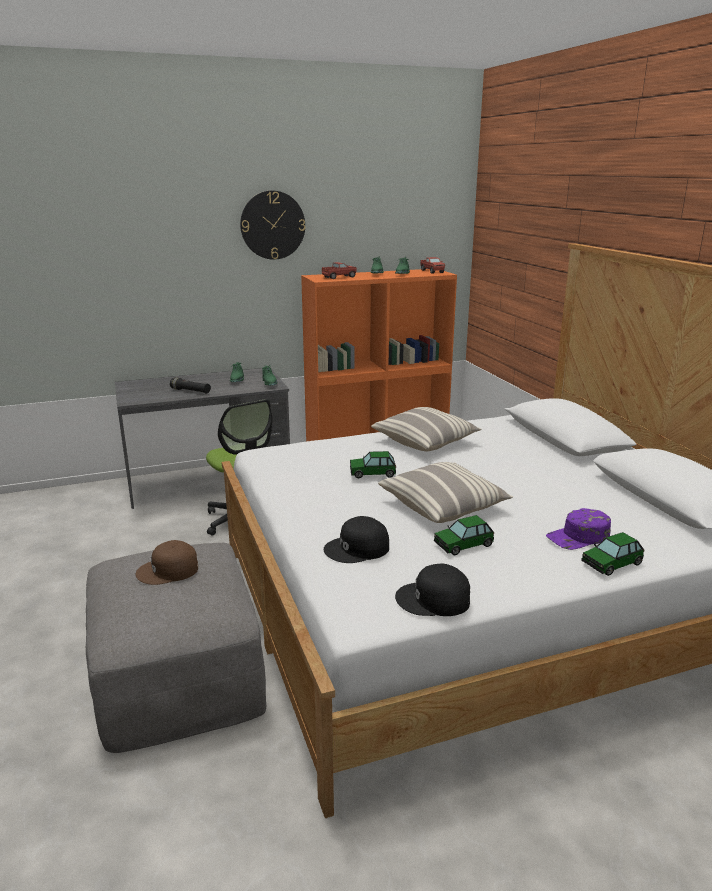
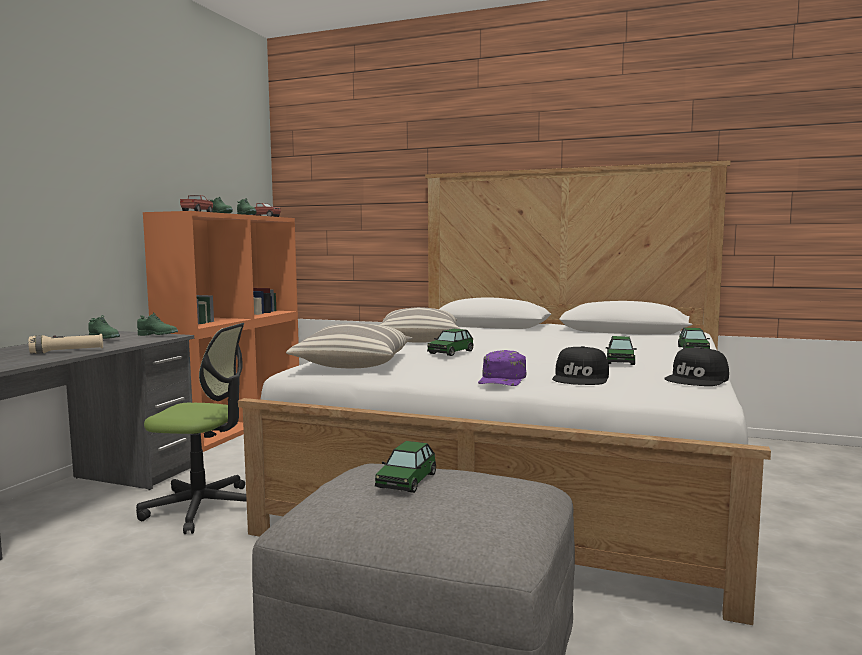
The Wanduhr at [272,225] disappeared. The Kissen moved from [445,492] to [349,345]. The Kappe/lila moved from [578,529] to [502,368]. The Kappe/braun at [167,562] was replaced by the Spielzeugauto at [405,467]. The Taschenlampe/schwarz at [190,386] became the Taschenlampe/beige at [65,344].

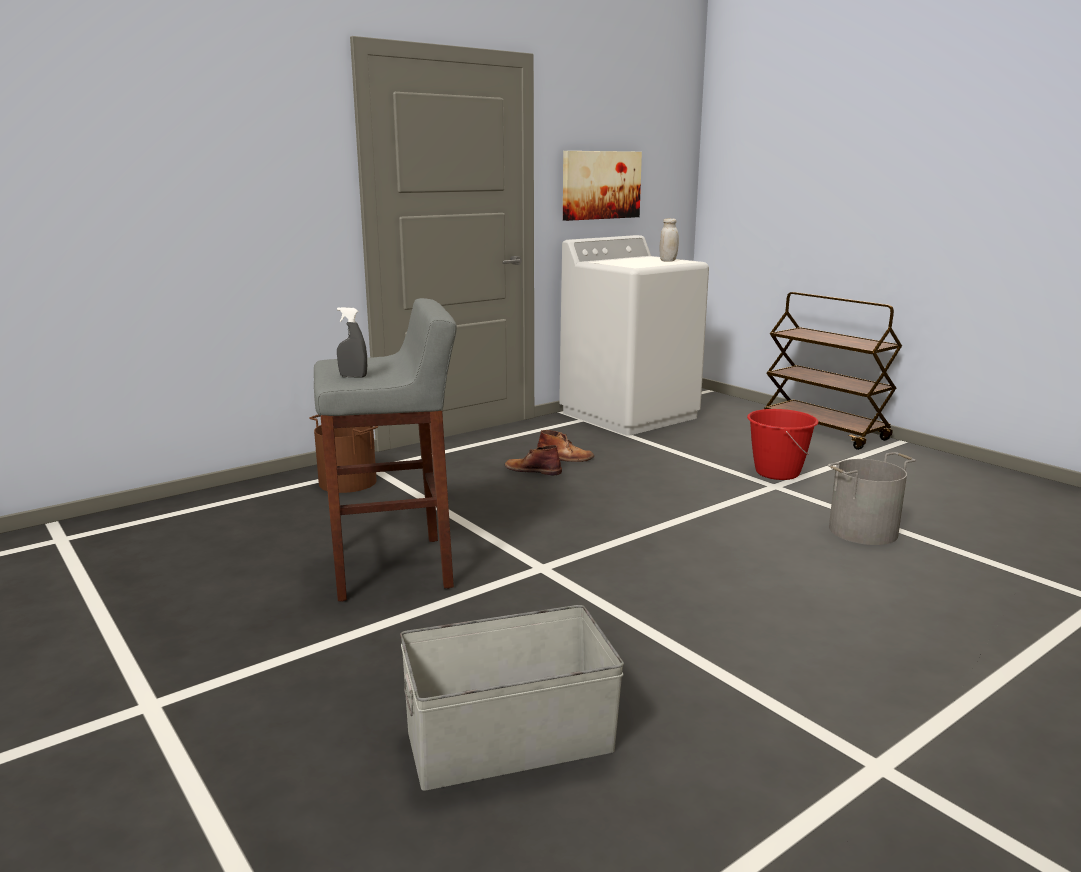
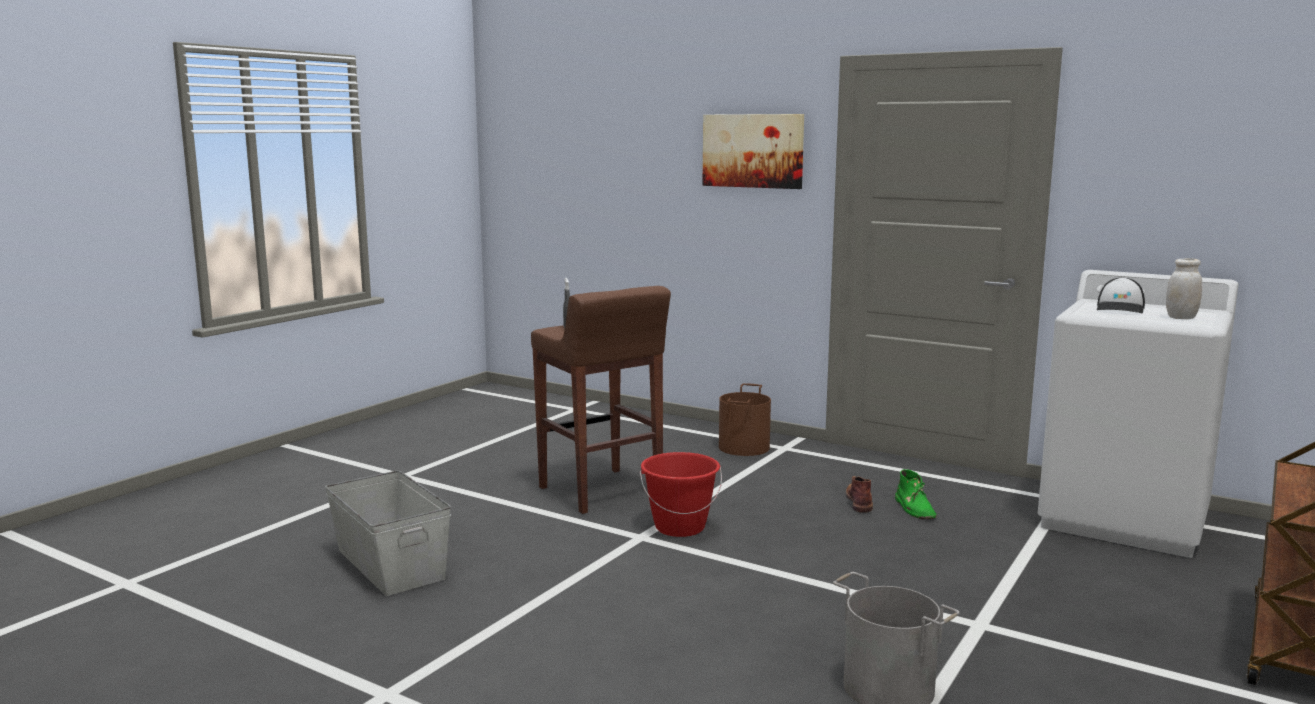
The Kappe at [1121,295] appeared. The Bild moved from [602,186] to [753,151]. The Eimer/rot moved from [782,444] to [681,494]. The Hocker/grau at [385,450] became the Hocker/braun at [601,400]. The Stiefel/braun at [565,446] became the Stiefel/grün at [916,494].

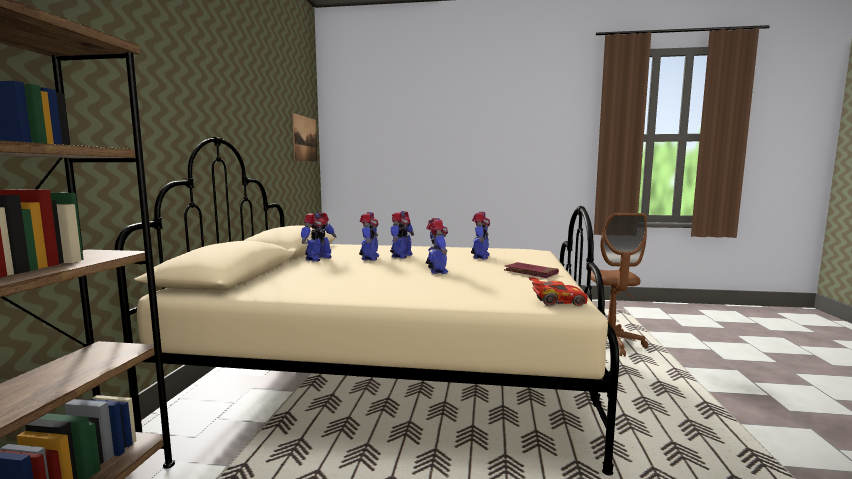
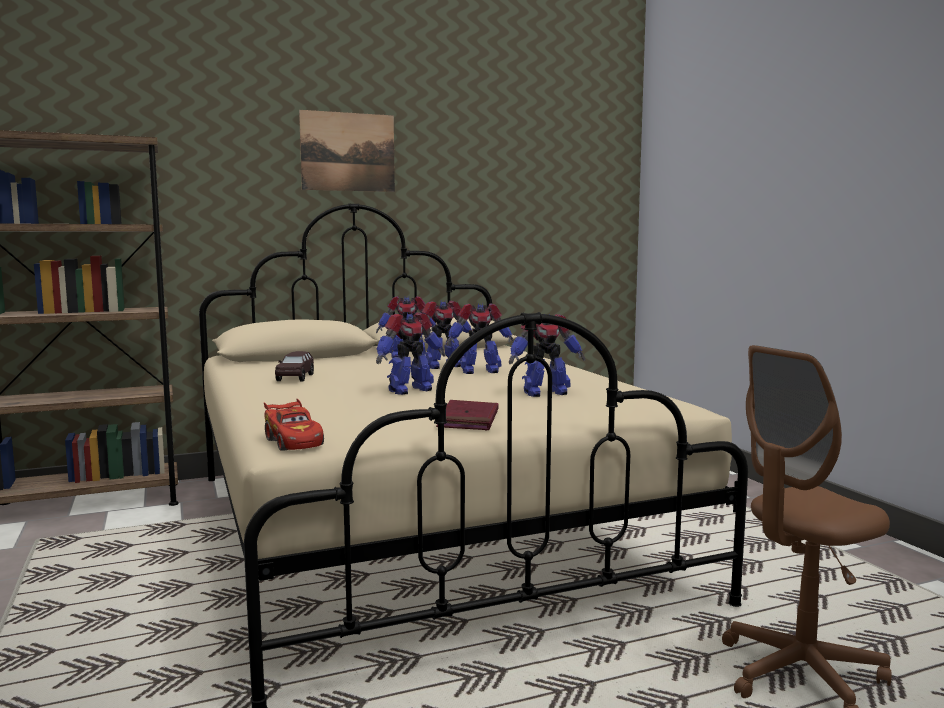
The Spielzeugauto/braun at [294,366] appeared. The Bild moved from [304,137] to [347,151].

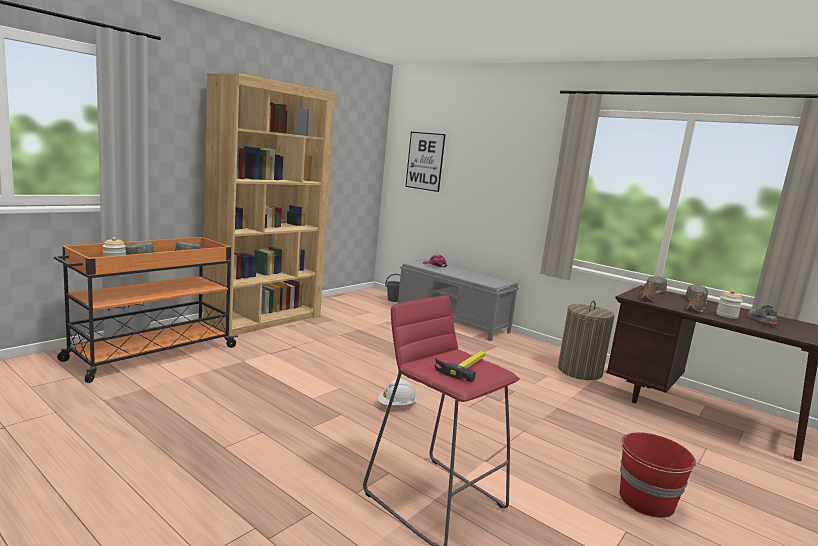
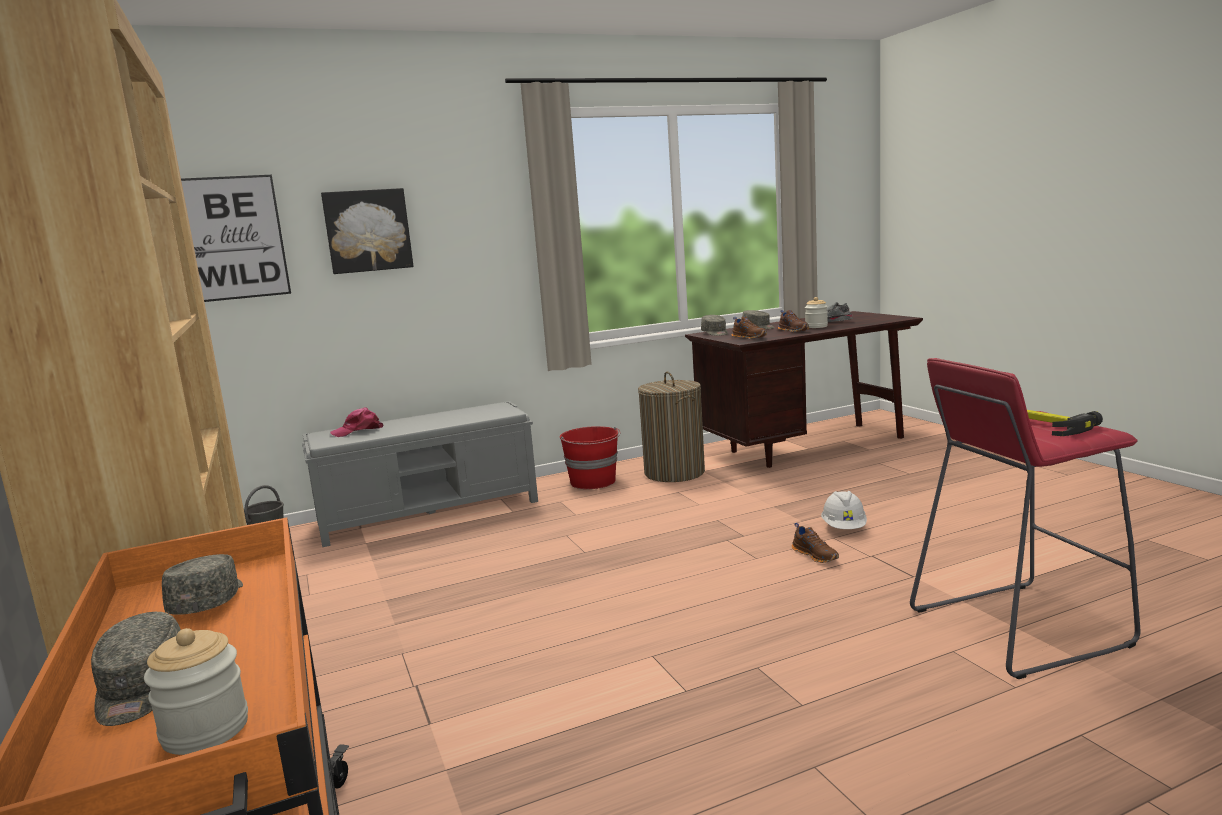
The Bild at [367,231] appeared. The Schuh/braun at [815,543] appeared. The Schutzhelm/weiß moved from [397,392] to [844,510]. The Eimer/rot moved from [657,475] to [590,457].

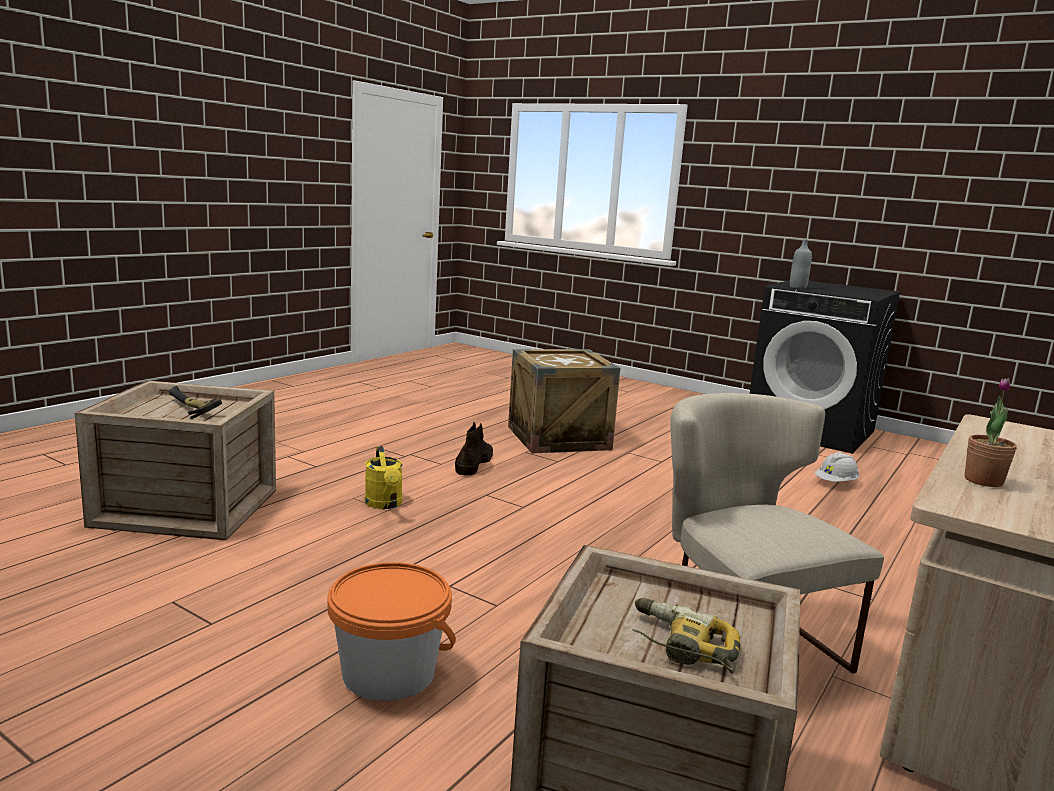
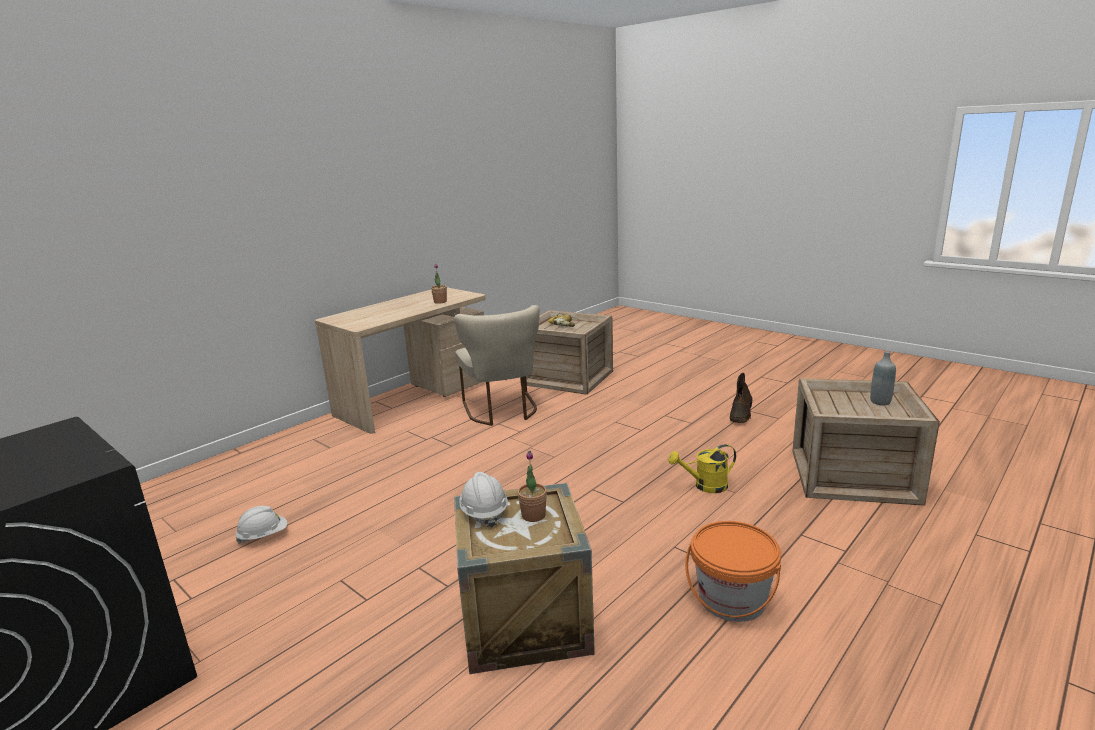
The Hammer at [195,402] disappeared. The Schutzhelm/weiß at [483,500] appeared. The Topfpflanze at [532,486] appeared. The Eimer/orange moved from [391,631] to [733,571]. The Stiefel/braun moved from [474,449] to [741,398]. The Flasche/grau moved from [801,264] to [883,378]. The Gießkanne/gelb at [384,477] turned 90 degrees counterclockwise.

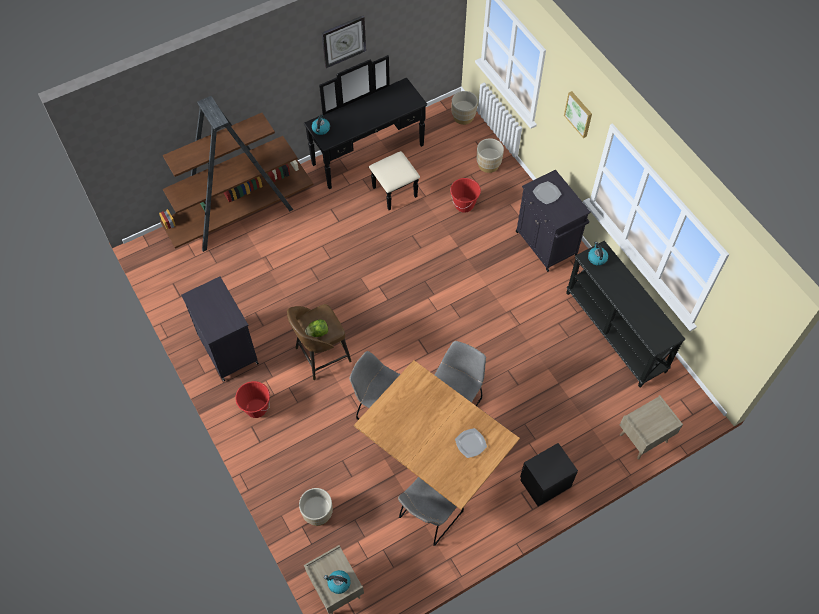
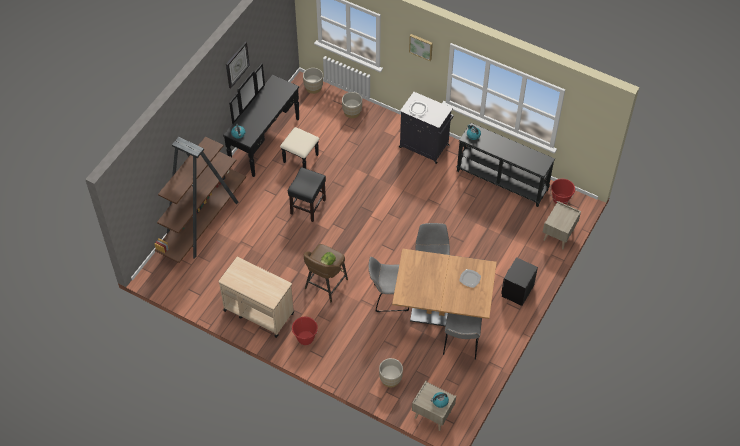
The Hocker/schwarz at [307,194] appeared. The Eimer/rot moved from [465,195] to [562,191]. The Schrank/schwarz at [220,329] was replaced by the Rollwagen/beige at [256,297].

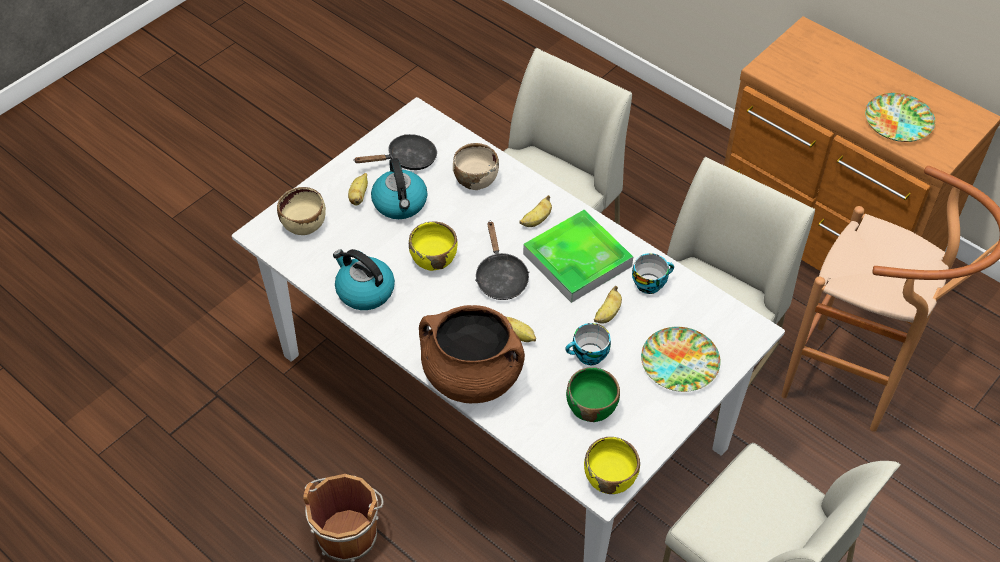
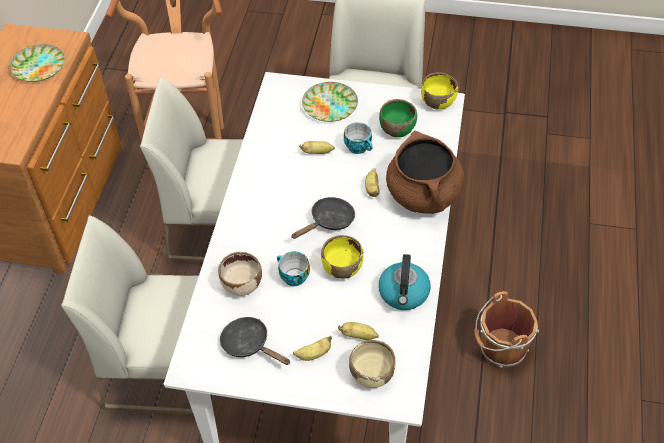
The Wasserkessel at [399,188] disappeared. The Tablett at [578,256] disappeared. The Banane moved from [535,211] to [358,331]. The Tasse moved from [653,273] to [293,268].

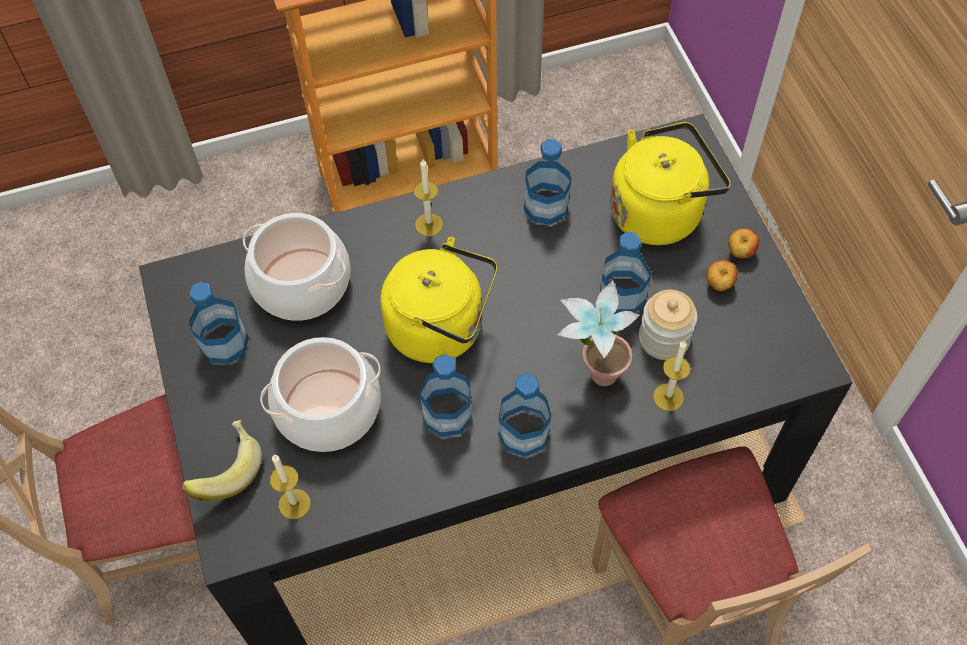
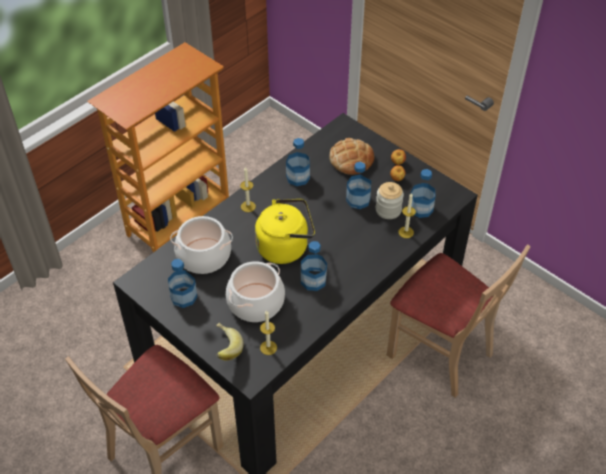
The Topfpflanze at [599,333] disappeared. The Flasche moved from [524,415] to [423,193]. The Wasserkessel/gelb at [670,183] was replaced by the Brot at [351,156].

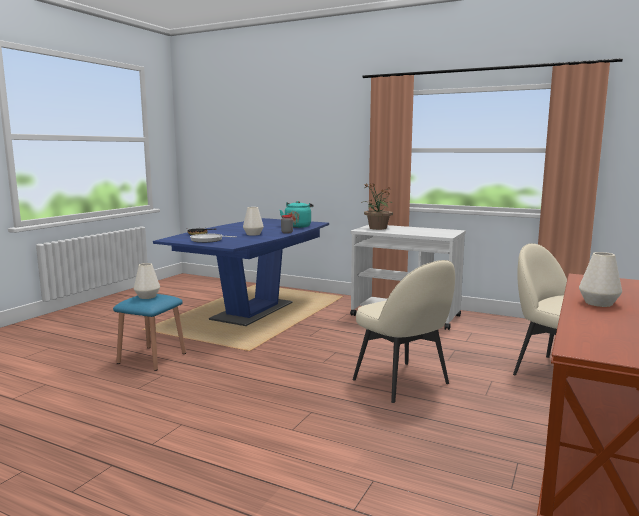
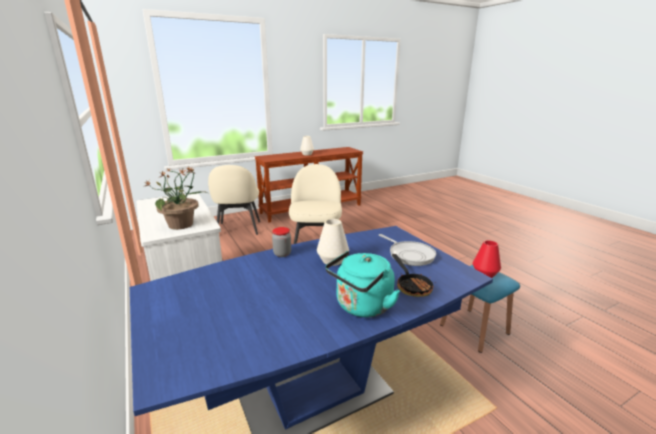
The Wasserkessel/türkis moved from [296,214] to [362,284]. The Vase/weiß at [147,281] became the Vase/rot at [487,259].

